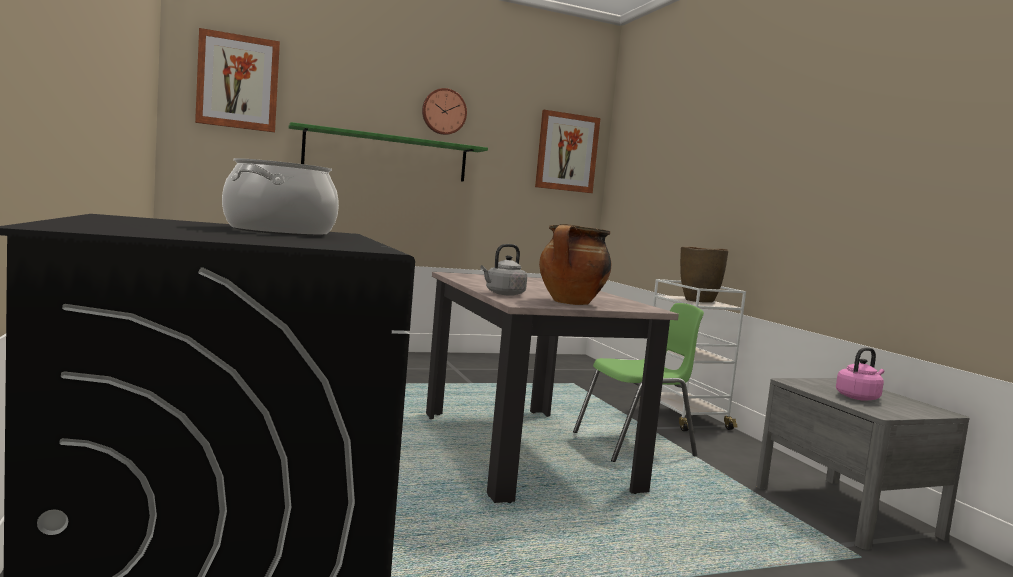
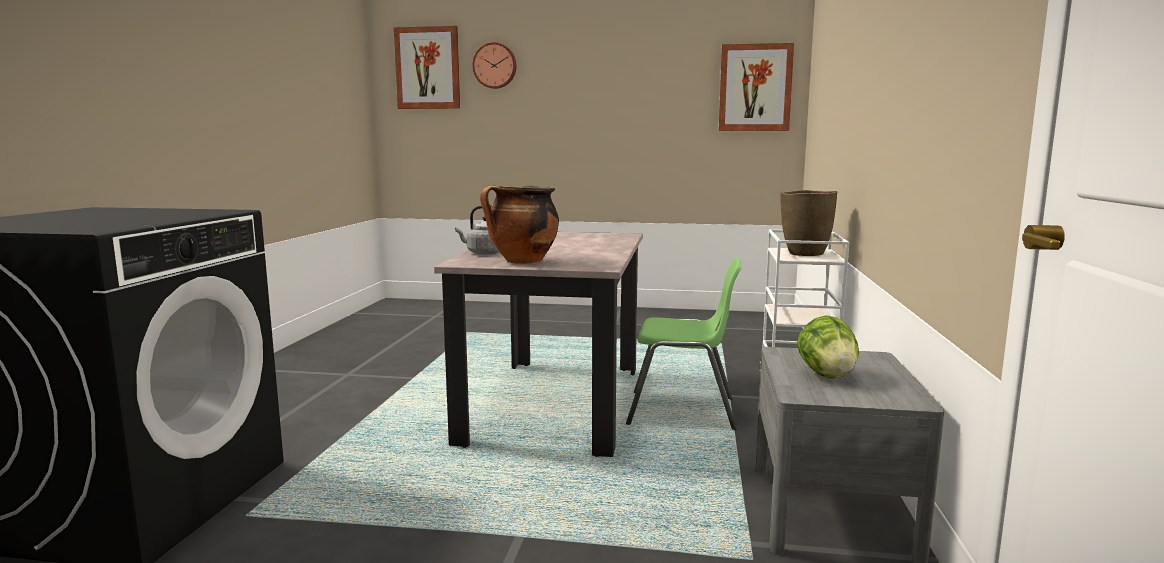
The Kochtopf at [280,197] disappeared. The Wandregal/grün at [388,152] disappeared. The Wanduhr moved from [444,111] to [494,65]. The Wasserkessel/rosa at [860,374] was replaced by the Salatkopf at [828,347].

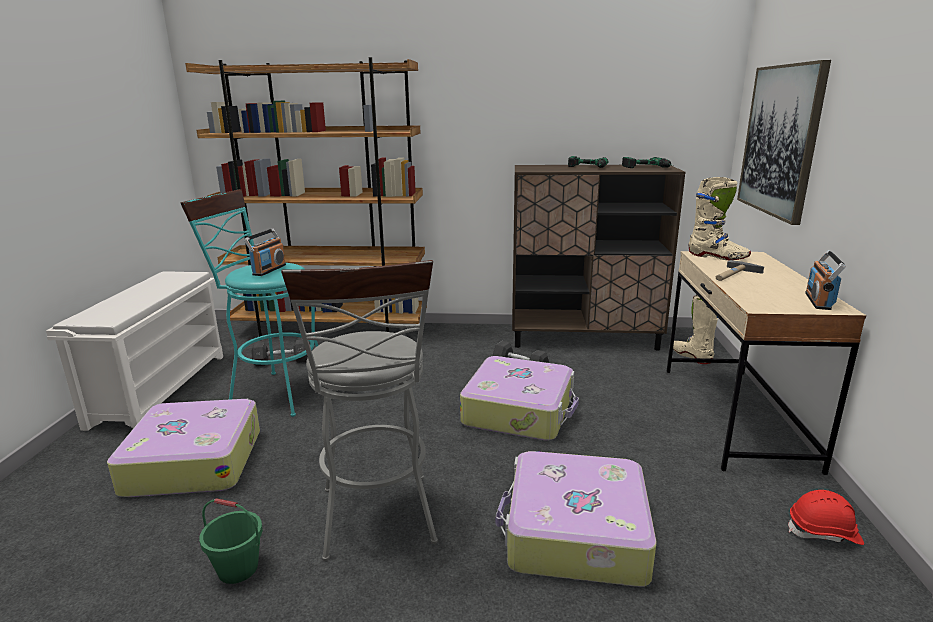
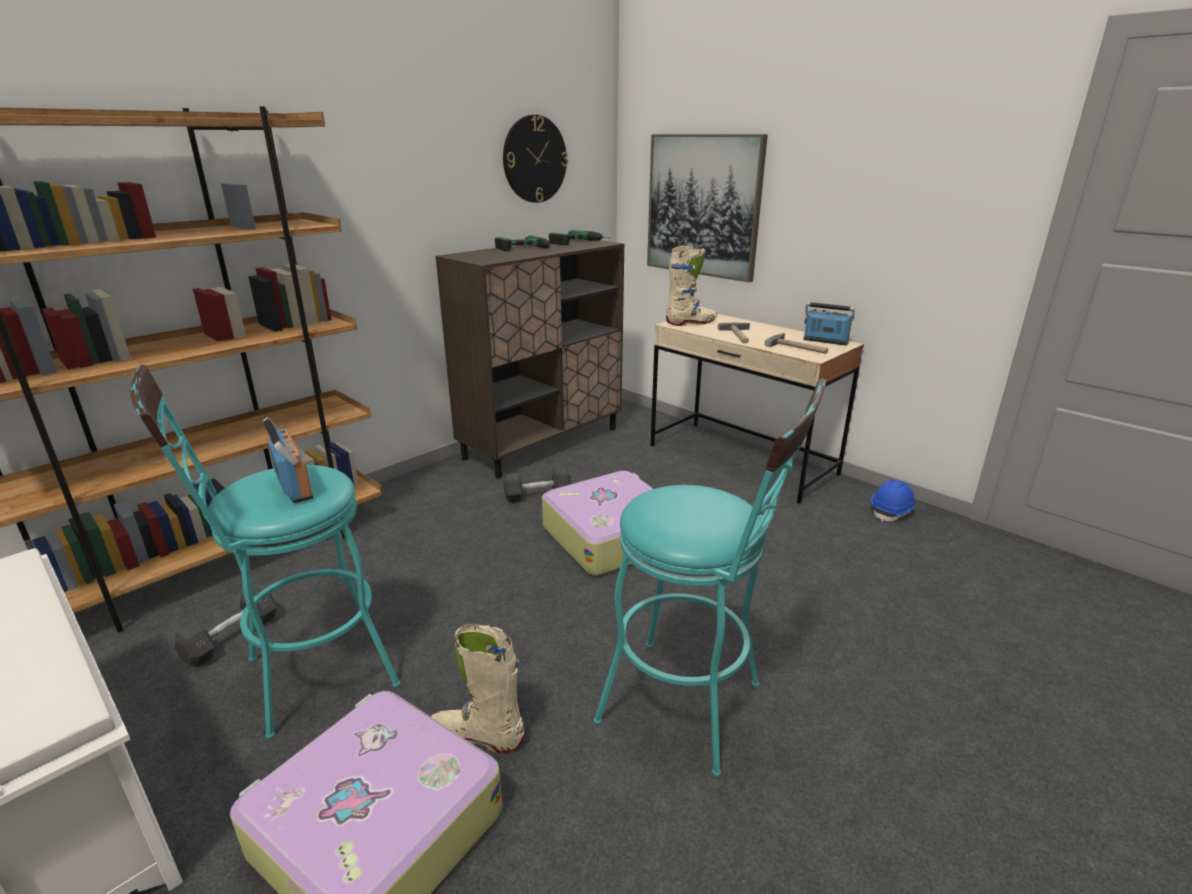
The Eimer/grün at [231,541] disappeared. The Koffer at [576,519] disappeared. The Wanduhr at [535,159] appeared. The Hammer at [796,343] appeared. The Stiefel/beige moved from [695,329] to [478,688]. The Hocker/grau at [359,410] became the Hocker/türkis at [710,577]. The Schutzhelm/rot at [826,517] became the Schutzhelm/blau at [893,501]. The Radio at [825,280] turned 150 degrees clockwise.

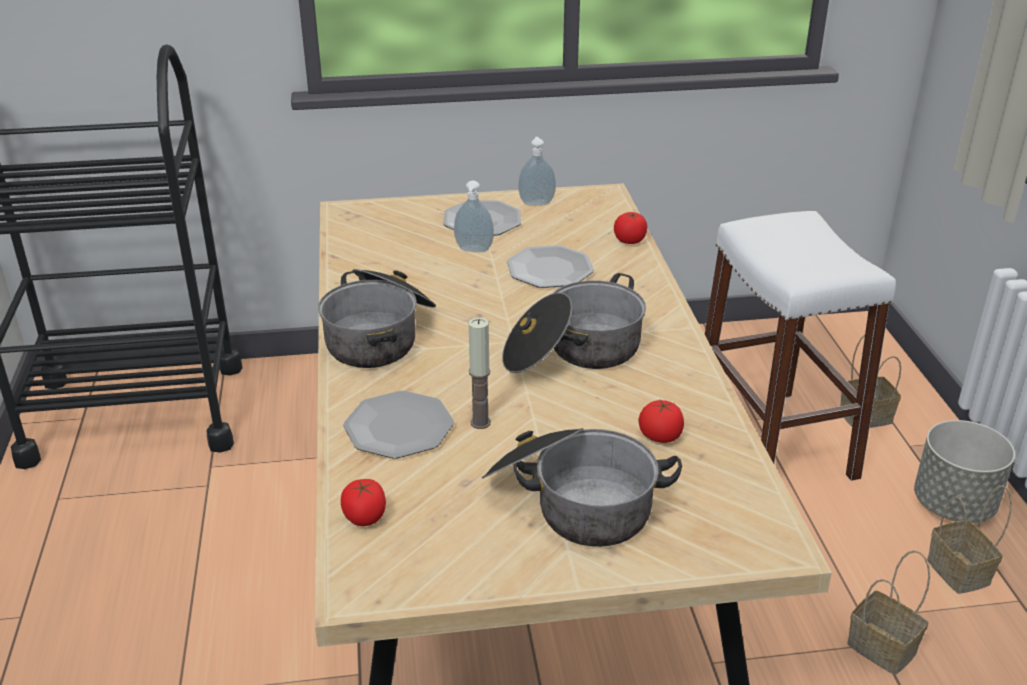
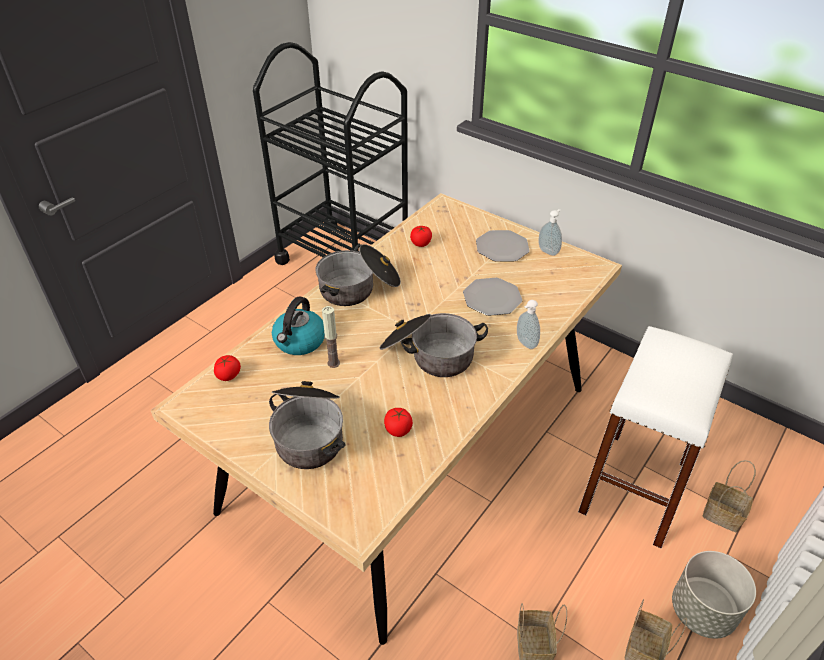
The Seifenspender moved from [474,216] to [528,324]. The Tomate moved from [630,228] to [421,236]. The Teller at [398,424] was replaced by the Wasserkessel at [298,326].

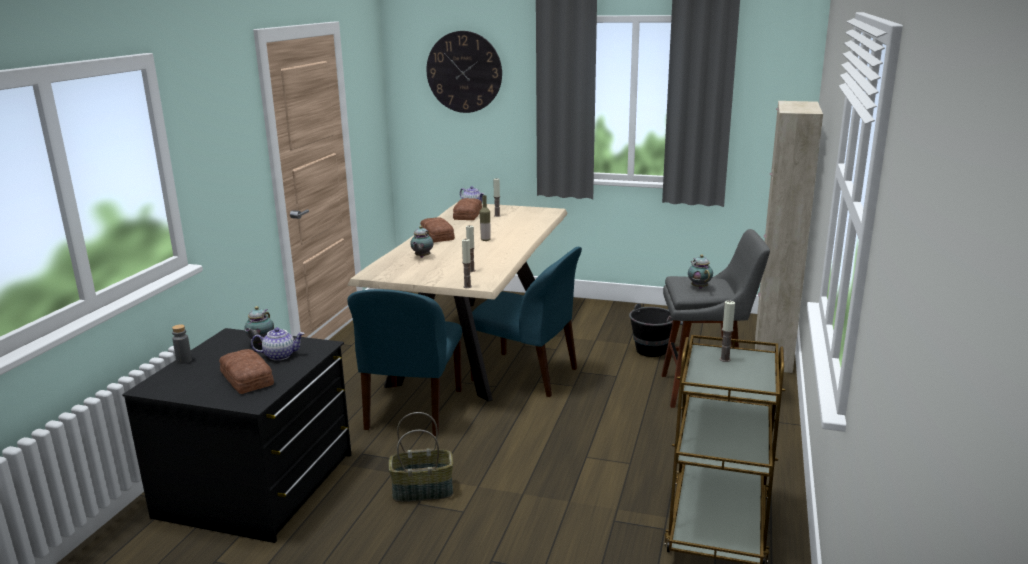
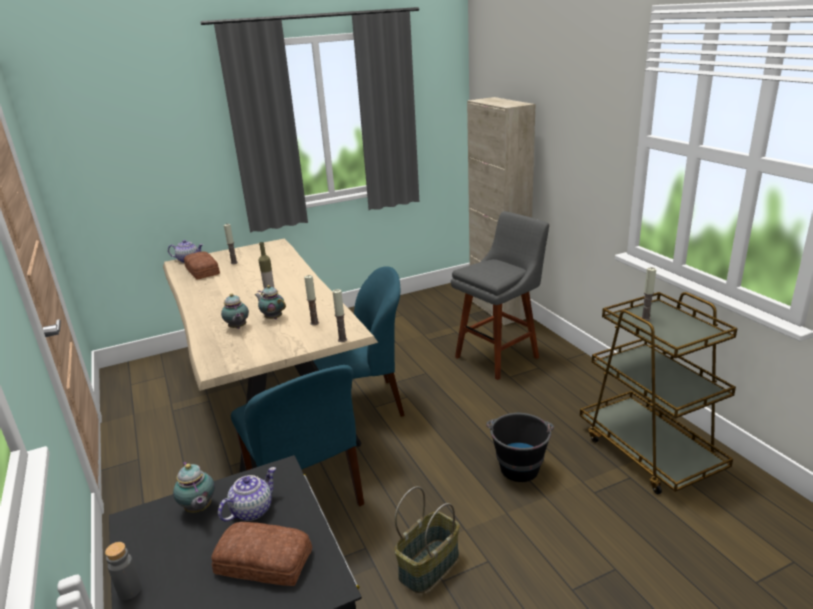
The Brot at [437,229] disappeared. The Wanduhr at [464,72] disappeared. The Eimer/schwarz moved from [656,330] to [520,447]. The Teekanne moved from [700,272] to [270,302].

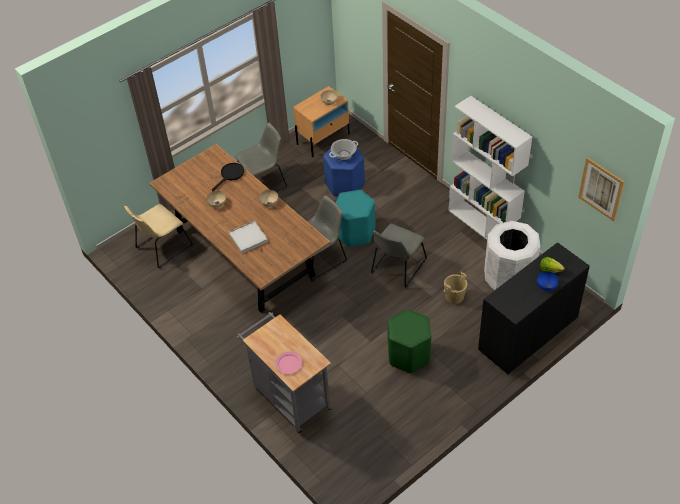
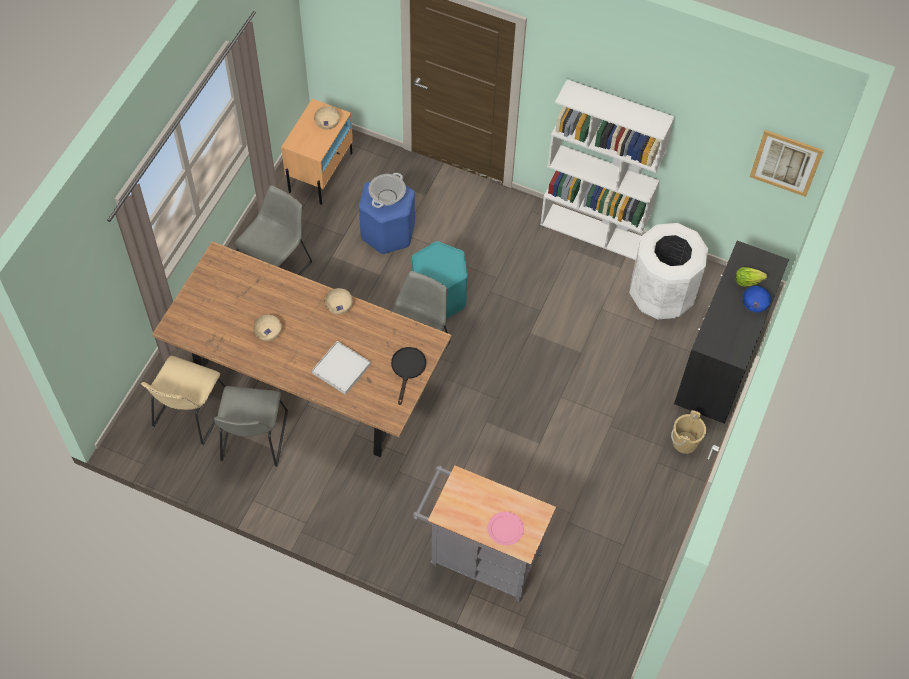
The Hocker/grün at [409,341] disappeared. The Pfanne/schwarz moved from [228,177] to [408,376]. The Stuhl/grau moved from [399,256] to [251,426]. The Eimer/beige moved from [455,288] to [688,432].

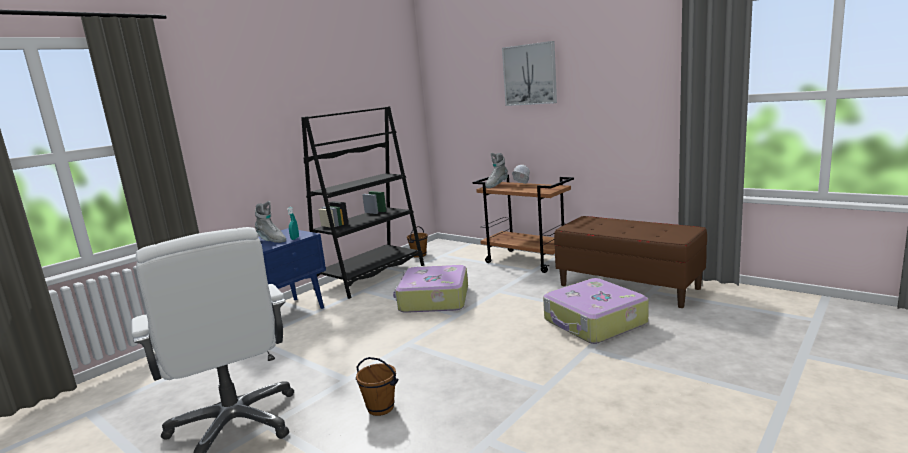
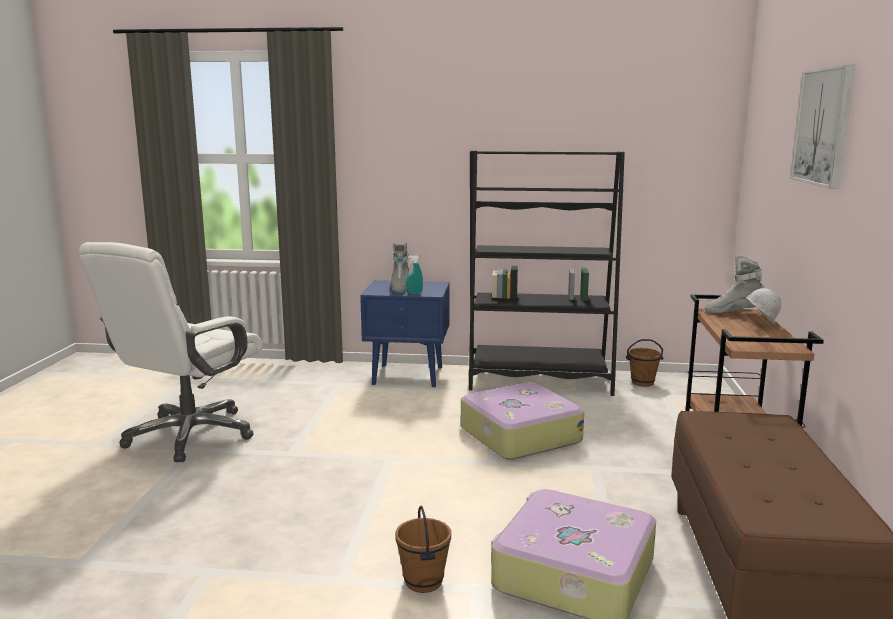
The Eimer/braun moved from [377,386] to [423,549].

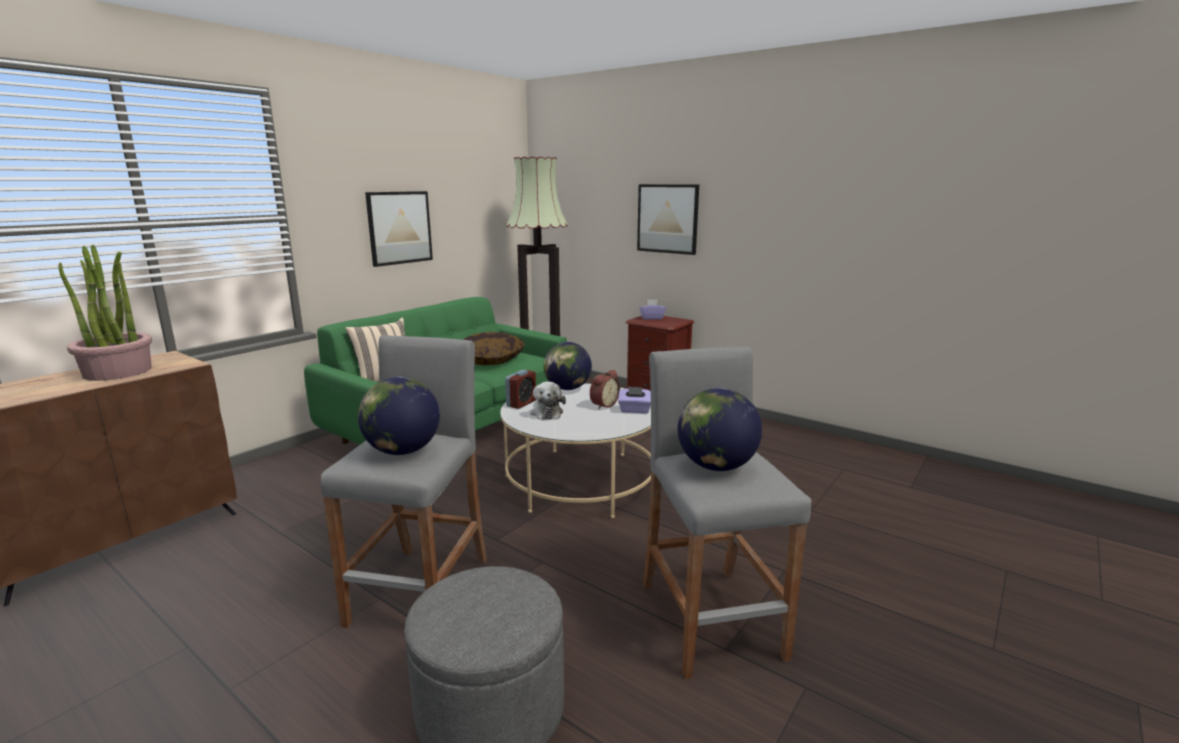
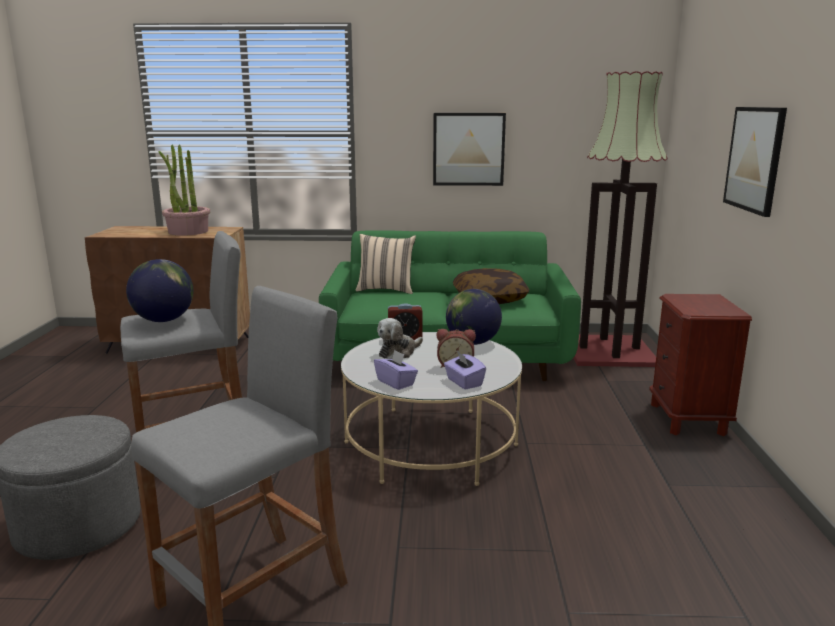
The Globus at [720,429] disappeared. The Taschentuchbox/lila moved from [652,309] to [396,369].

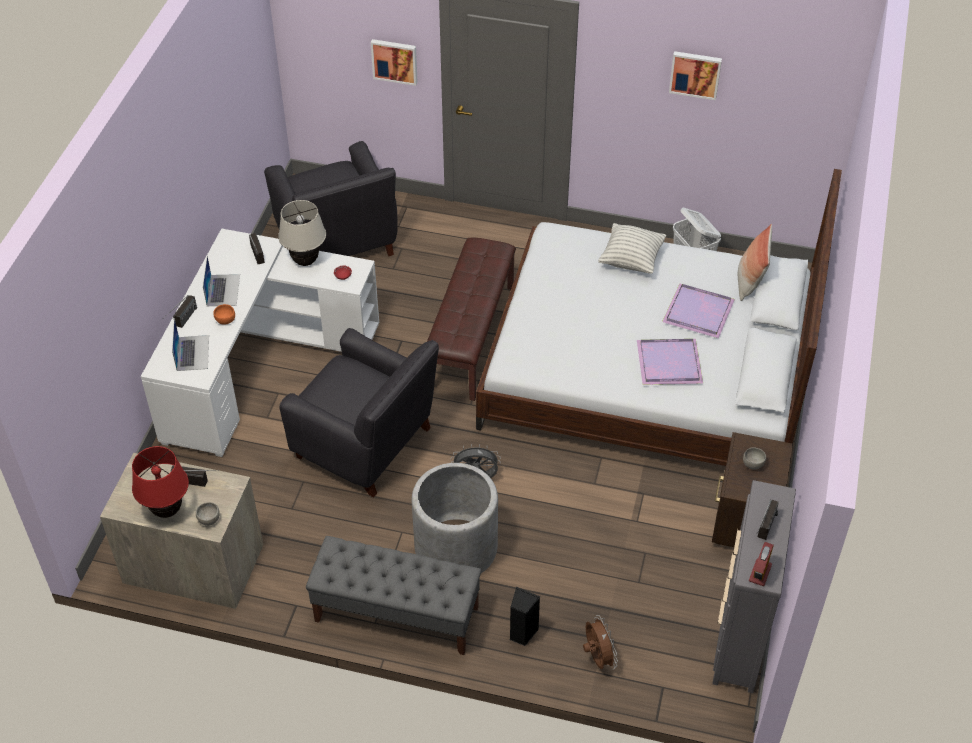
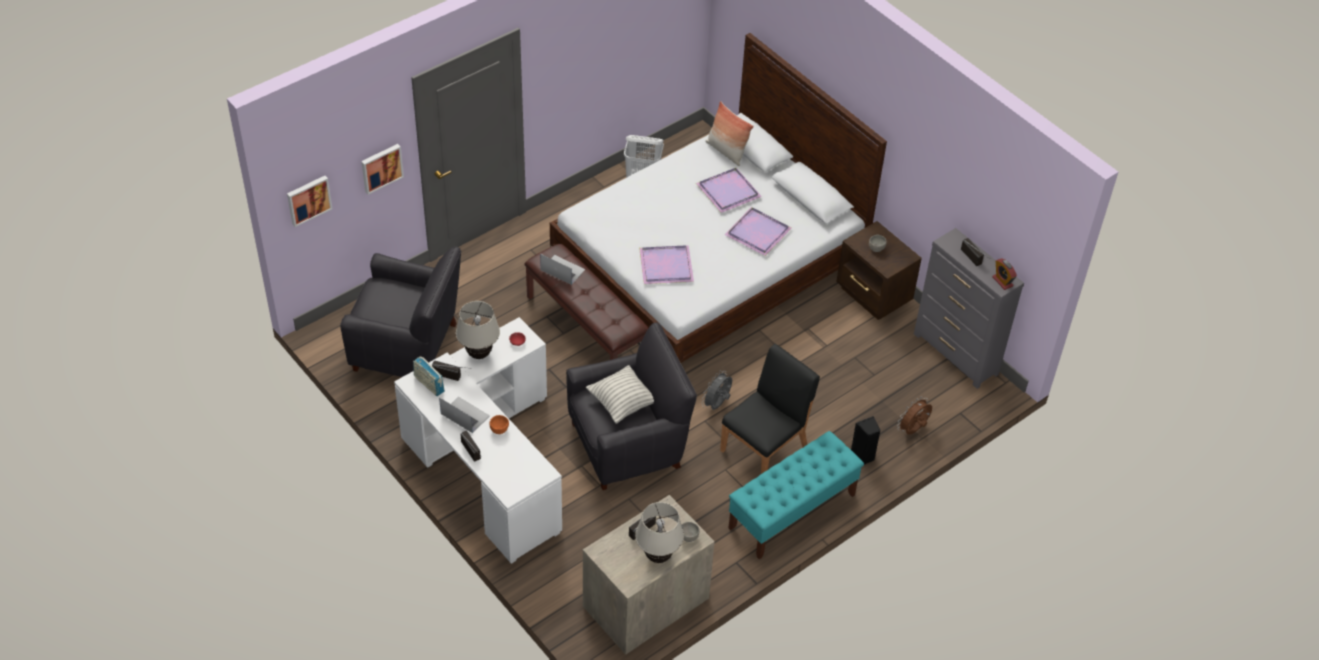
The Radio at [429,376] appeared. The Tablett/lila at [666,264] appeared. The Laptop moved from [190,344] to [562,269]. The Kissen moved from [632,248] to [620,394]. The Bild moved from [695,75] to [309,201]. The Pflanzkübel/grau at [455,518] was replaced by the Stuhl/schwarz at [770,409]. The Tischlampe/rot at [160,482] became the Tischlampe/beige at [659,532]. The Bank/grau at [393,595] became the Bank/türkis at [796,495]. The Ventilator/braun at [600,642] turned 60 degrees counterclockwise.

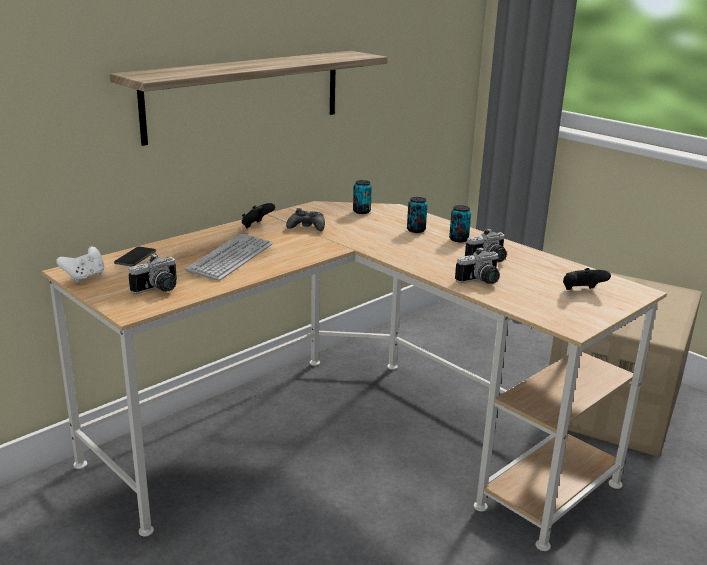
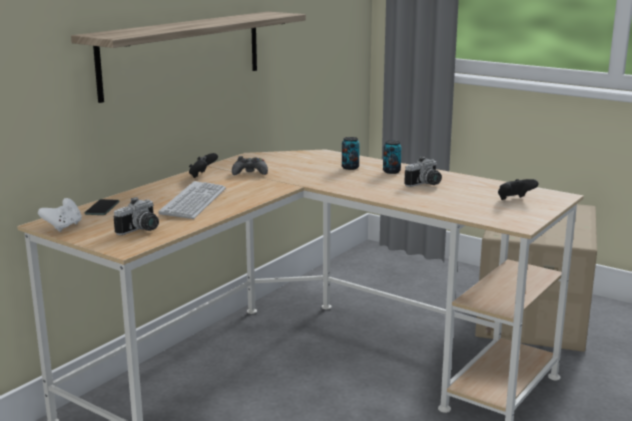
The Dose at [362,197] disappeared. The Kamera at [477,265] disappeared.

